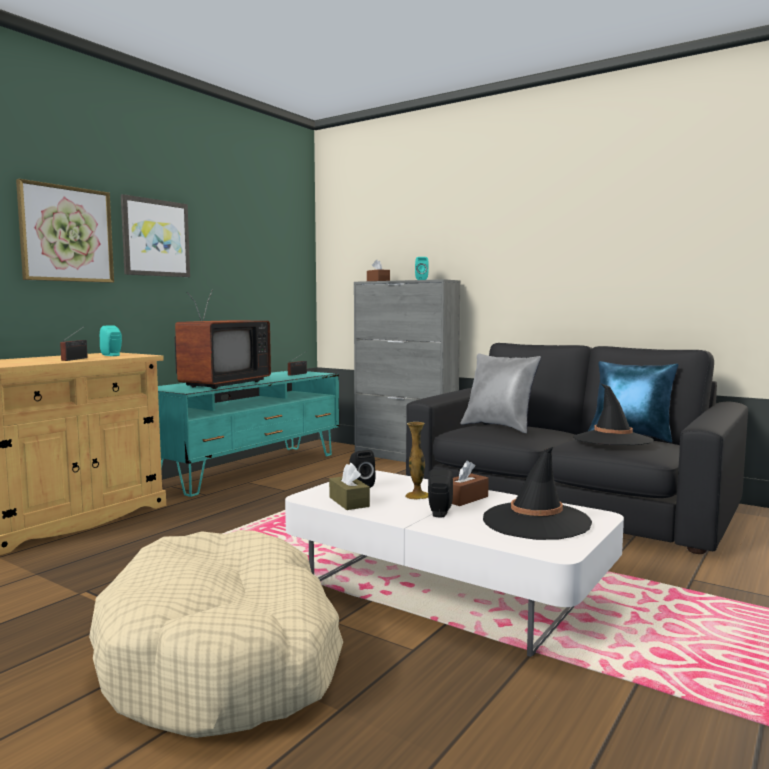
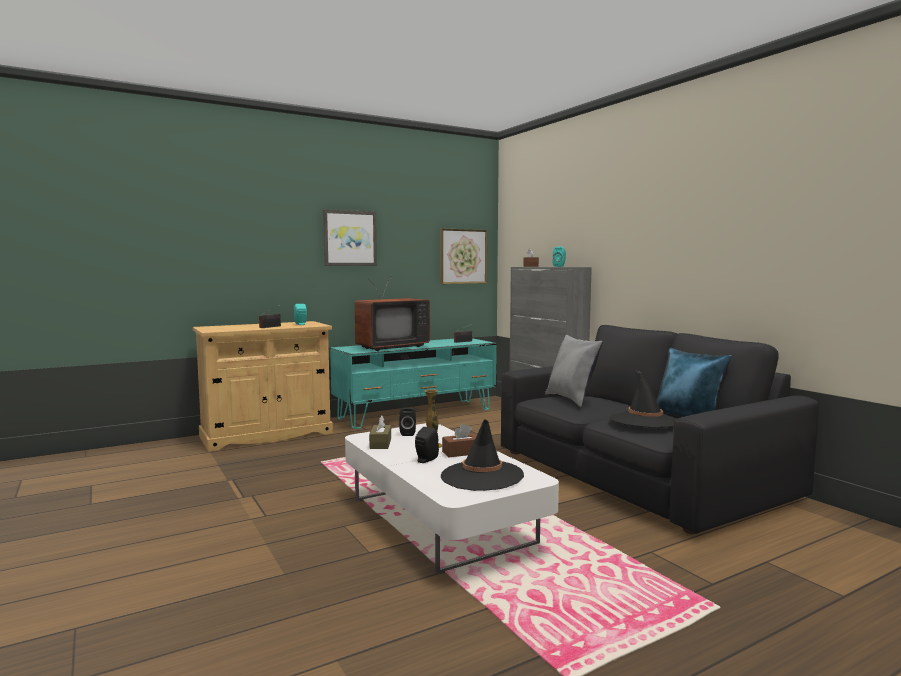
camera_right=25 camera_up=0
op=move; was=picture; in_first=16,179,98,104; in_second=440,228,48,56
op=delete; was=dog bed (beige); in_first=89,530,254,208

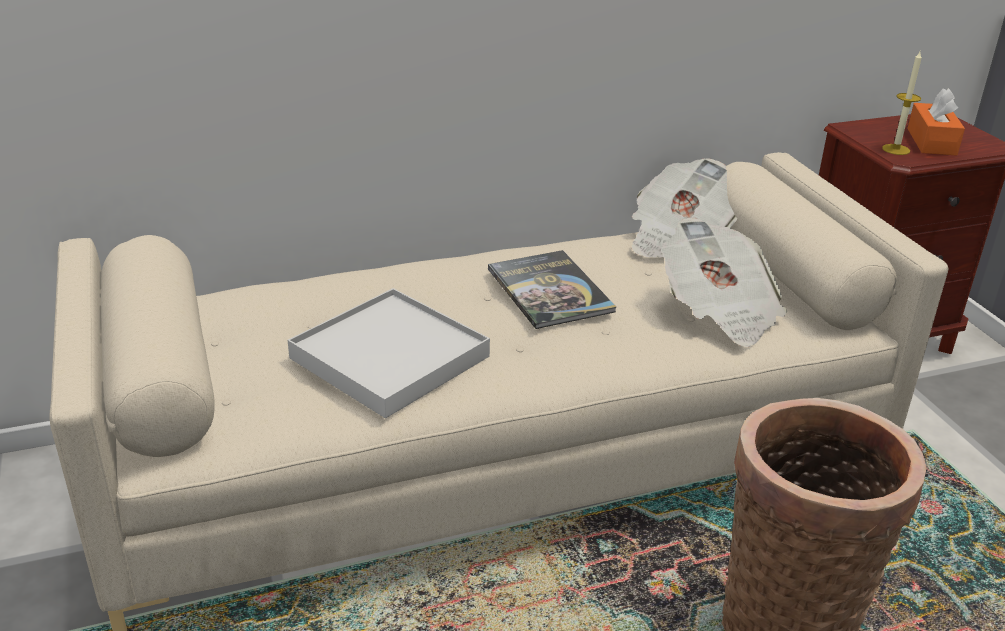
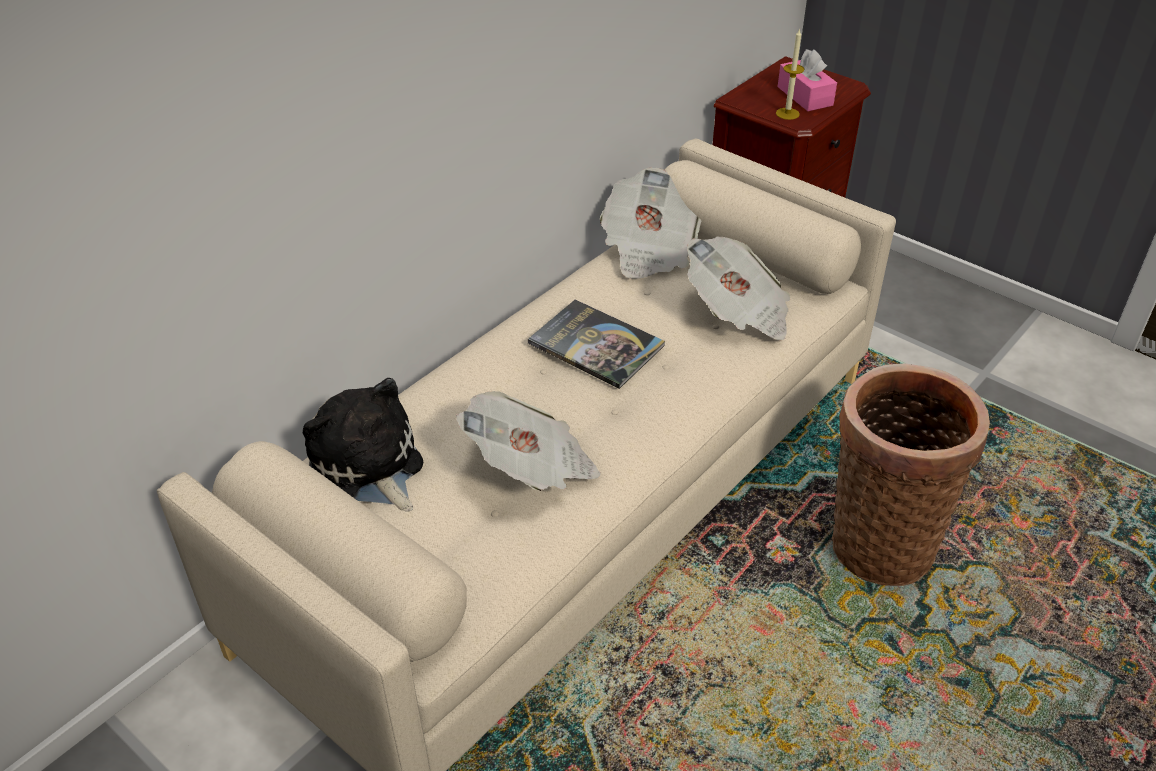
camera_right=-30 camera_up=10
op=recolor; was=tissue box (orange); now=tissue box (pink); in_first=907,88,58,67; in_second=778,49,59,62
op=replace; was=tray (white); now=newspaper; in_first=287,288,203,130; in_second=456,391,145,100
op=insert; now=plush toy; in_second=303,378,120,134

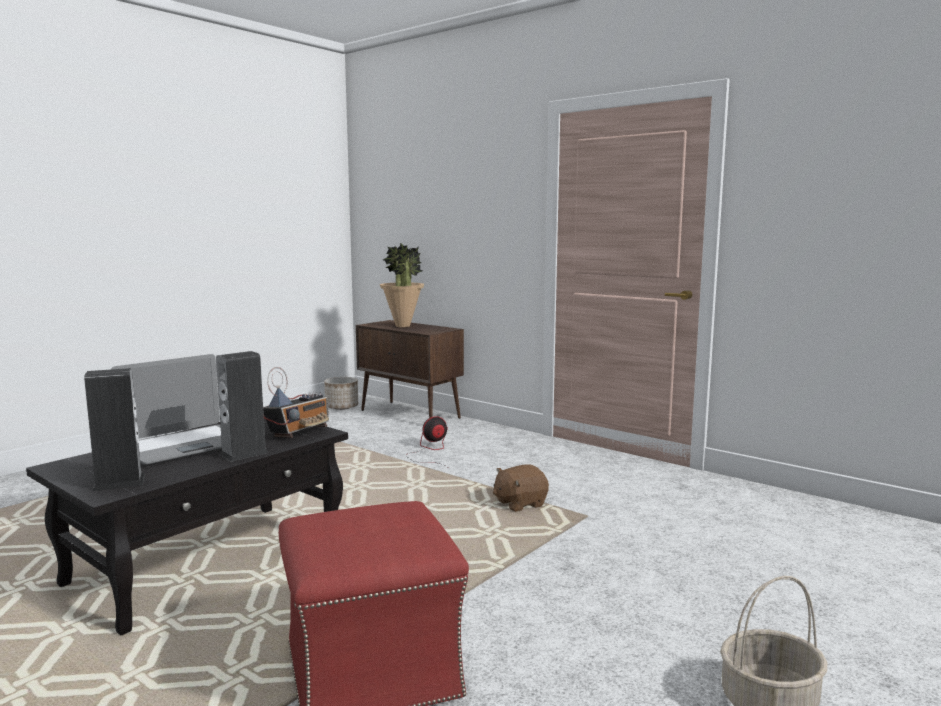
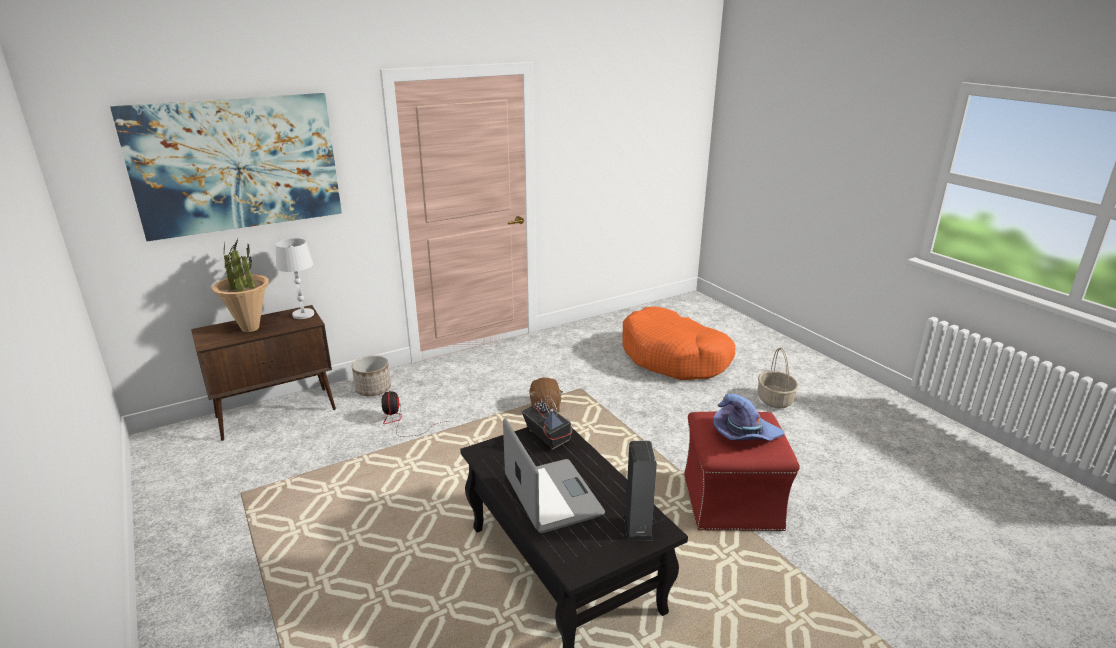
camera_right=-70 camera_up=15
op=delete; was=speaker; in_first=216,351,53,111
op=move; was=planter; in_first=324,377,34,33; in_second=352,355,39,41
op=insert; now=picture; in_second=110,93,232,148
op=insert; now=table lamp (white); in_second=276,238,38,81
op=insert; now=dog bed (orange); in_second=622,306,113,74
op=insert; now=hat (purple); in_second=713,394,71,47

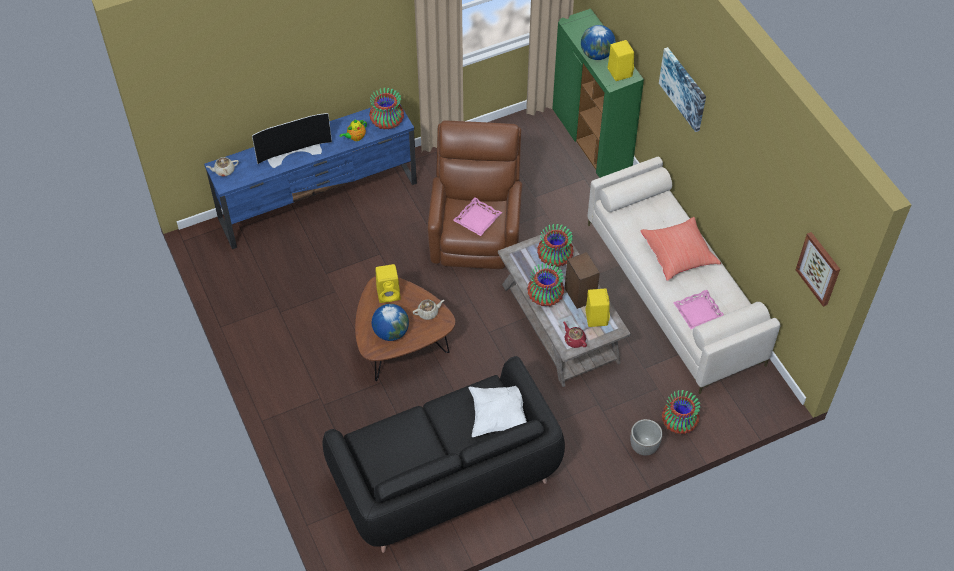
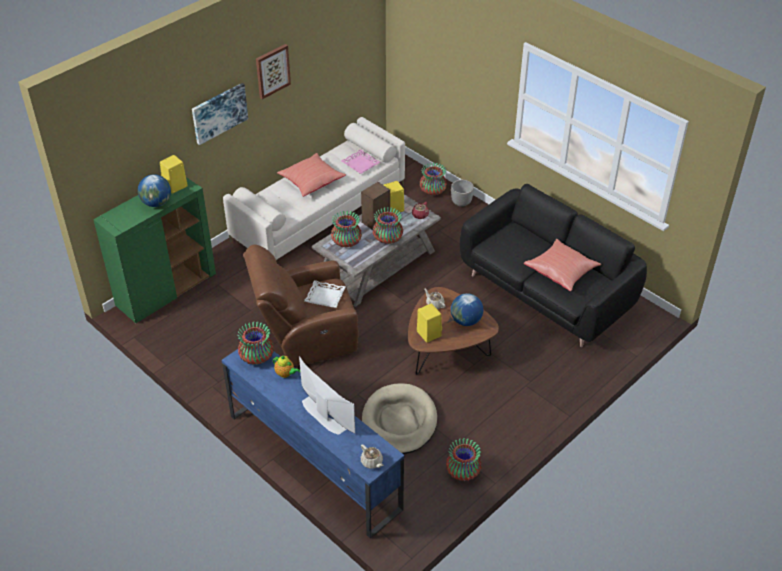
camera_right=-110 camera_up=-10
op=recolor; was=tray (pink); now=tray (white); in_first=453,197,49,39; in_second=304,280,42,28
op=move; was=picture; in_first=796,232,44,75; in_second=256,44,35,55
op=delete; was=pillow (white); in_first=469,386,58,51
op=insert; now=pillow (red); in_second=524,239,77,52
op=insert; now=dog bed (beige); in_second=362,383,75,71
op=insert; now=vase; in_second=446,438,36,43

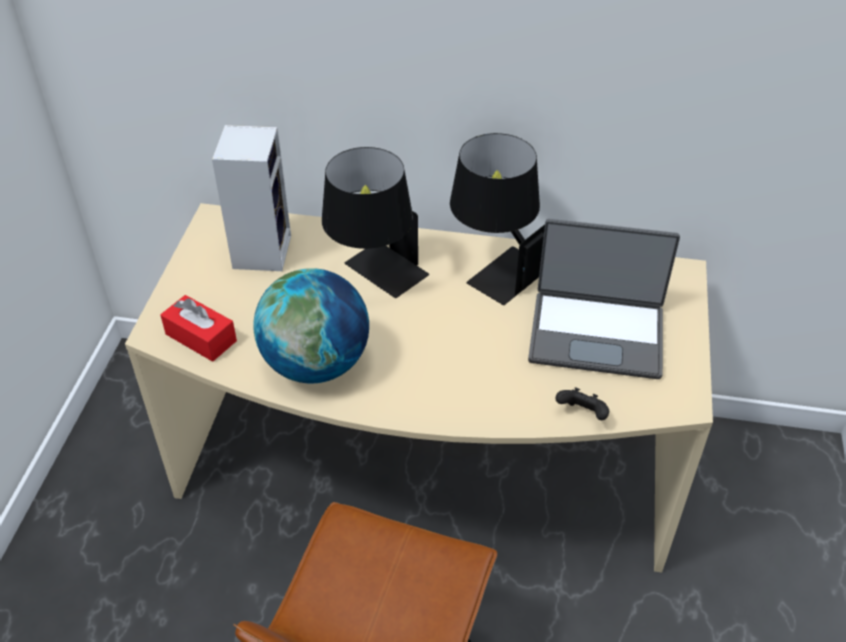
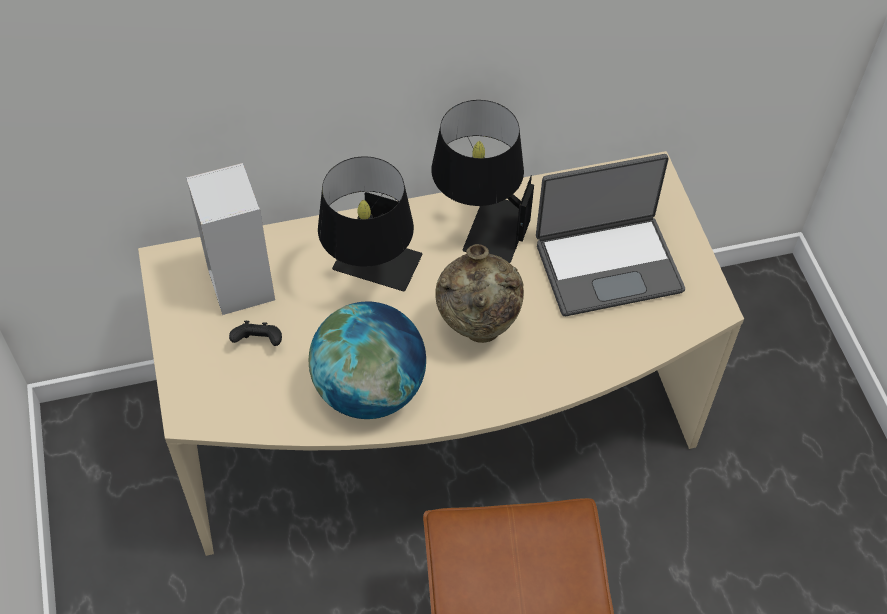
camera_right=-25 camera_up=10
op=delete; was=tissue box (red); in_first=160,295,77,67
op=move; was=game controller (black); in_first=556,387,53,33; in_second=229,321,53,25
op=insert; now=vase (beige); in_second=435,244,89,99

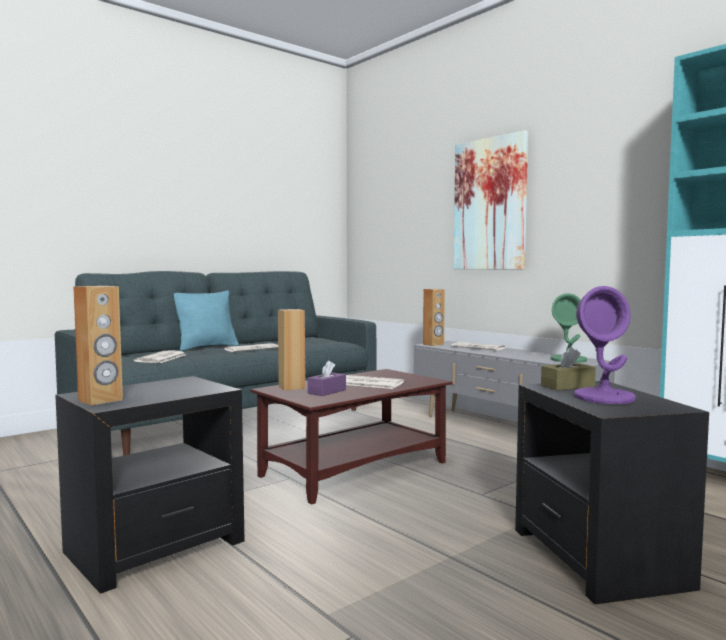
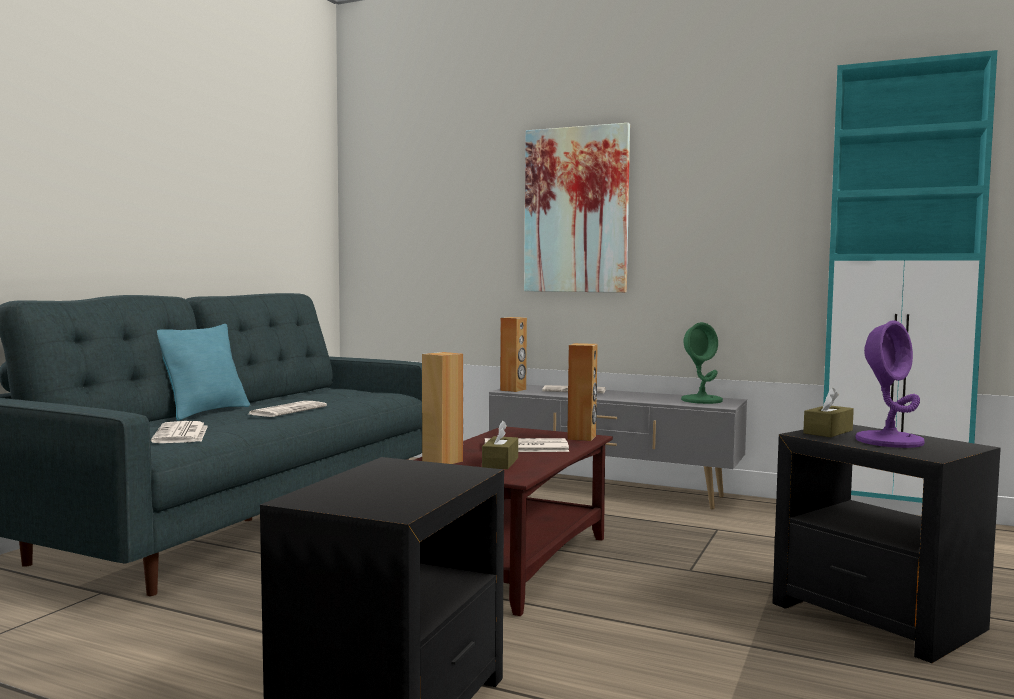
camera_right=-25 camera_up=0
op=move; was=speaker (brown); in_first=73,286,50,119; in_second=567,343,31,98
op=recolor; was=tissue box (purple); now=tissue box (brown); in_first=308,361,38,35; in_second=482,421,36,48

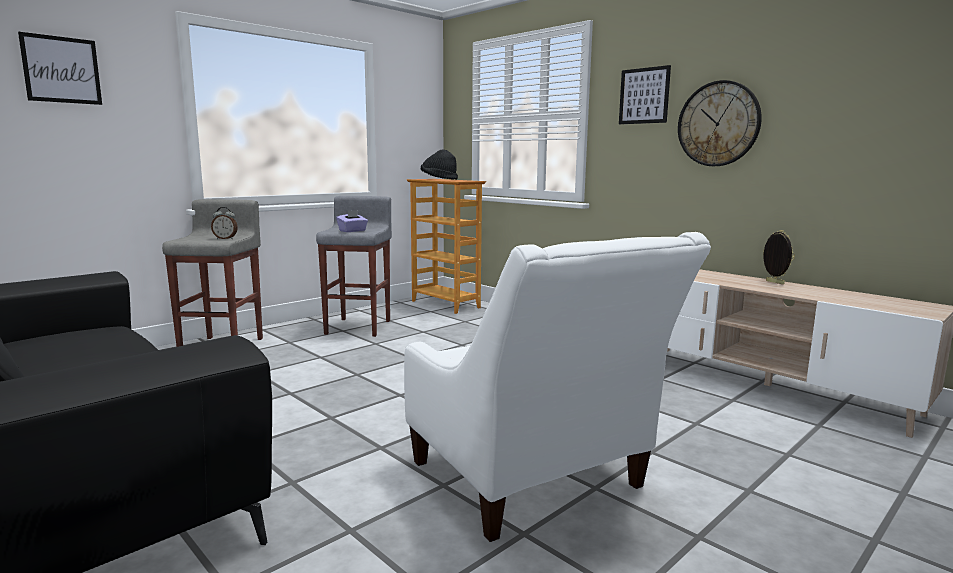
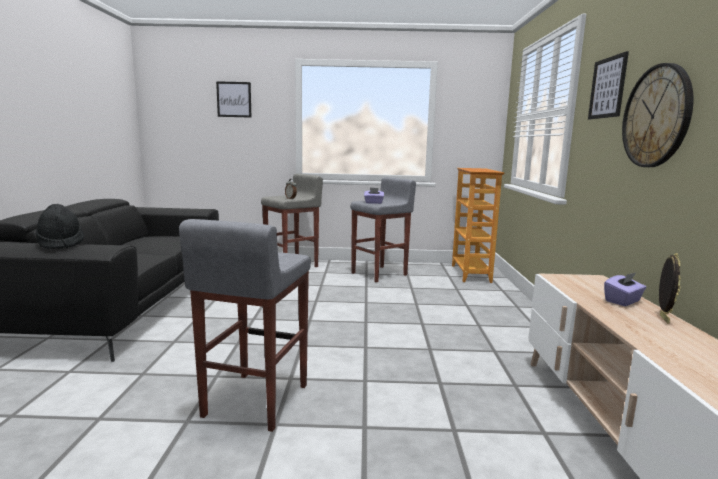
camera_right=45 camera_up=0
op=move; was=hat (black); in_first=421,149,37,31; in_second=36,204,48,45
op=replace; was=armchair (white); now=stool (grey); in_first=404,232,307,310; in_second=179,219,132,213
op=insert; now=tissue box (purple); in_second=604,272,42,34

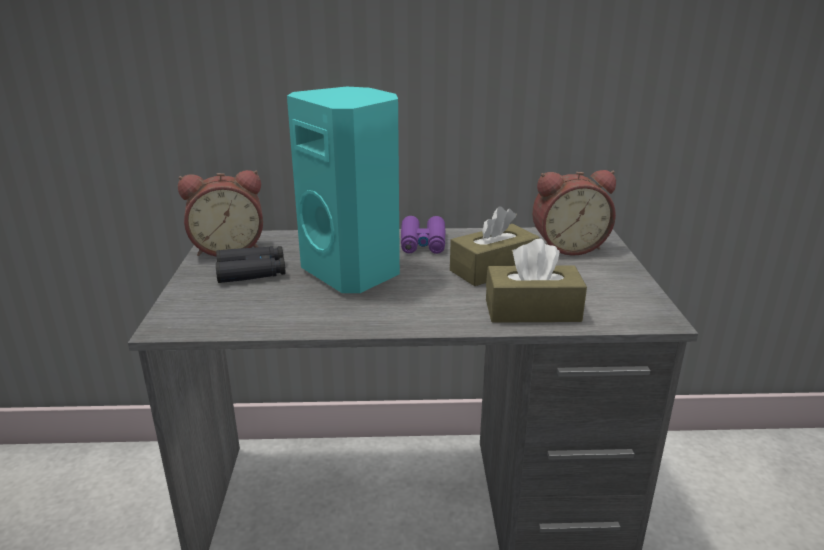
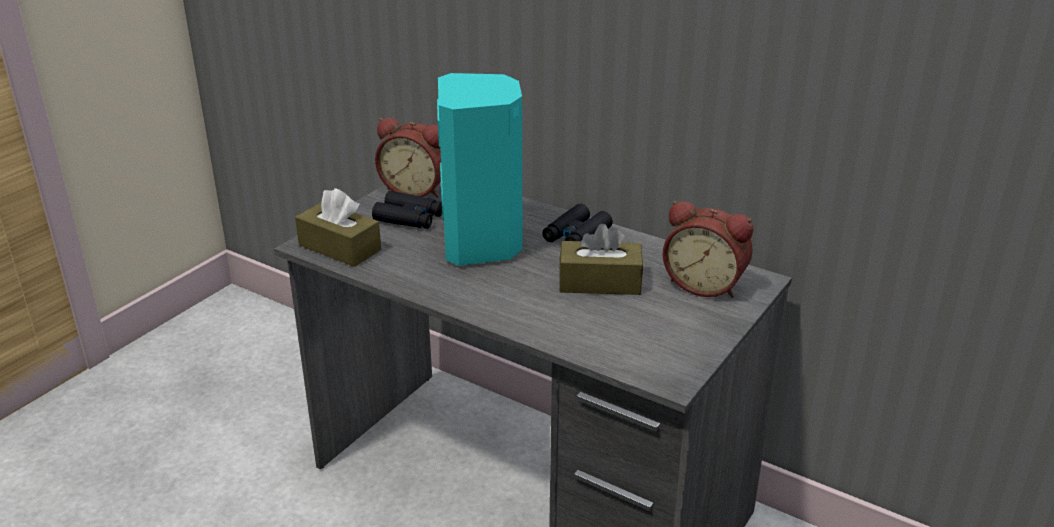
camera_right=35 camera_up=5
op=recolor; was=binoculars (purple); now=binoculars (black); in_first=401,216,45,38; in_second=543,204,70,38
op=move; was=tissue box (brown); in_first=486,239,101,84; in_second=295,188,86,79

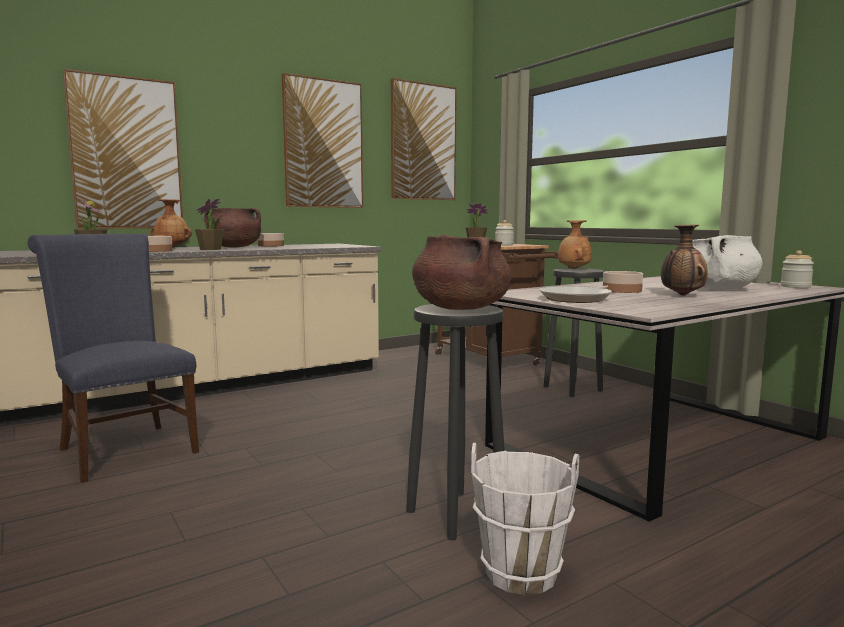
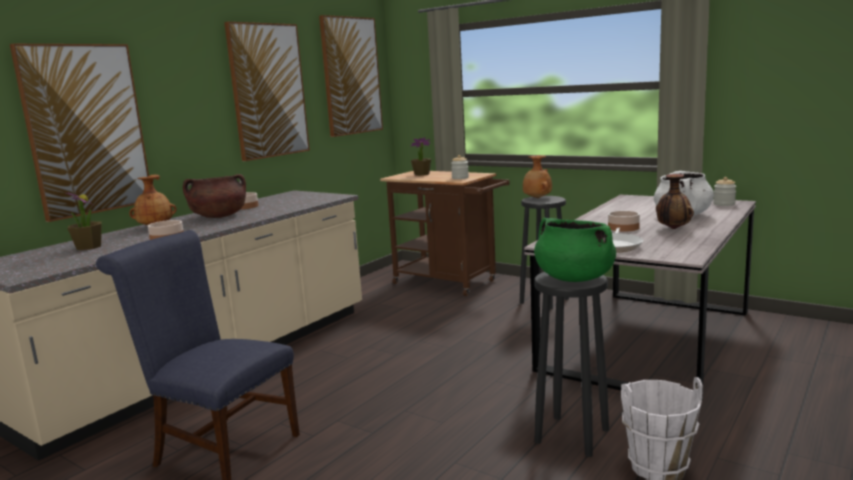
camera_right=-20 camera_up=5
op=delete; was=potted plant; in_first=195,198,29,52
op=recolor; was=cooking pot (brown); now=cooking pot (green); in_first=412,234,100,76; in_second=534,218,82,64

